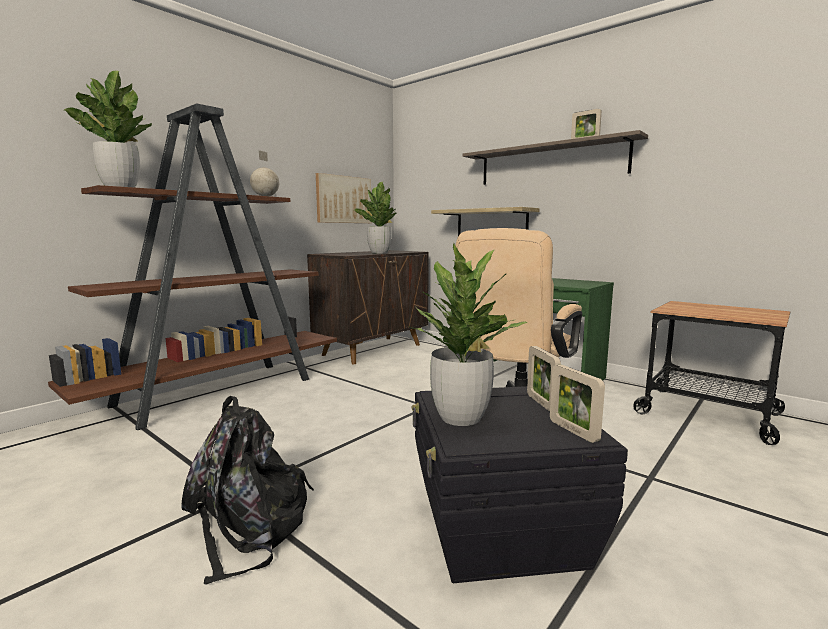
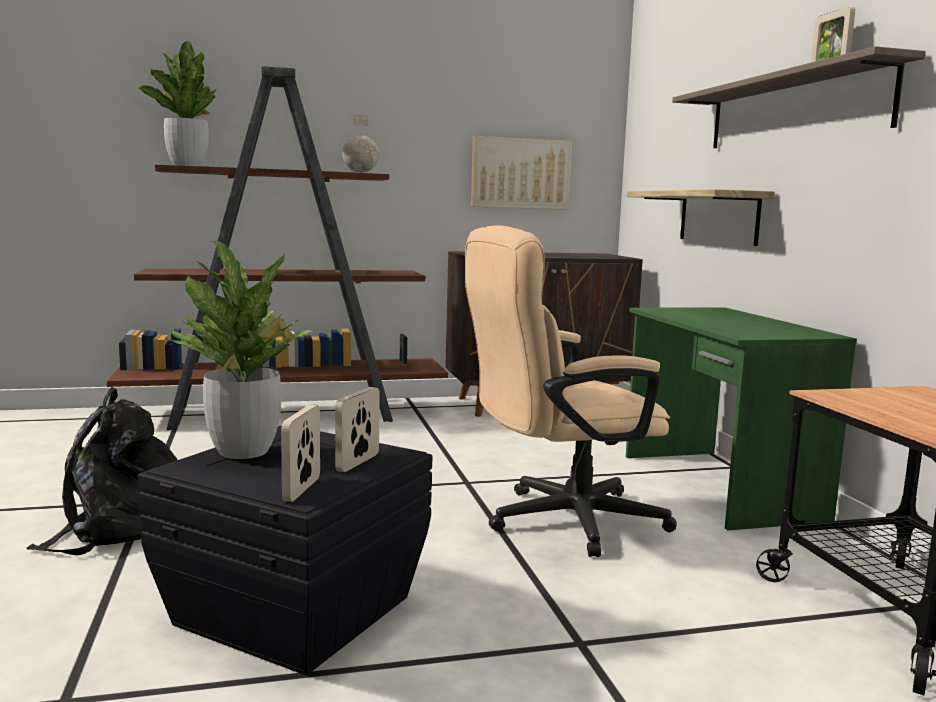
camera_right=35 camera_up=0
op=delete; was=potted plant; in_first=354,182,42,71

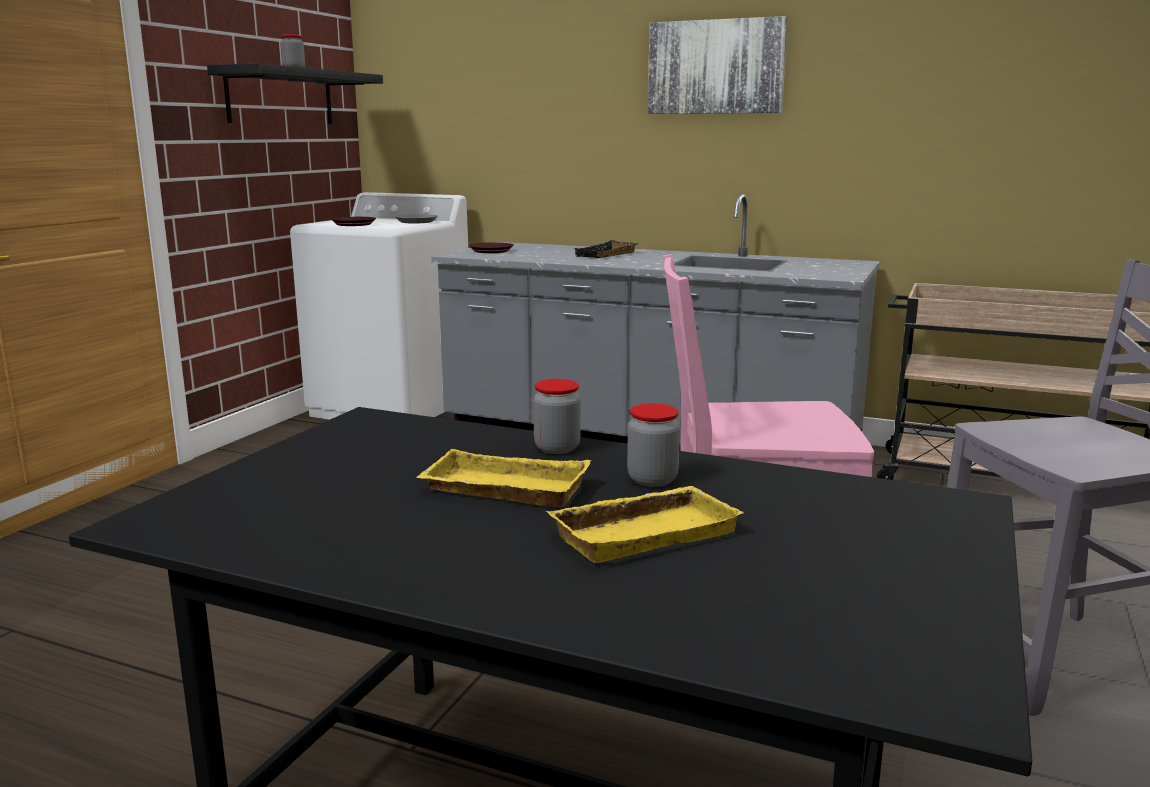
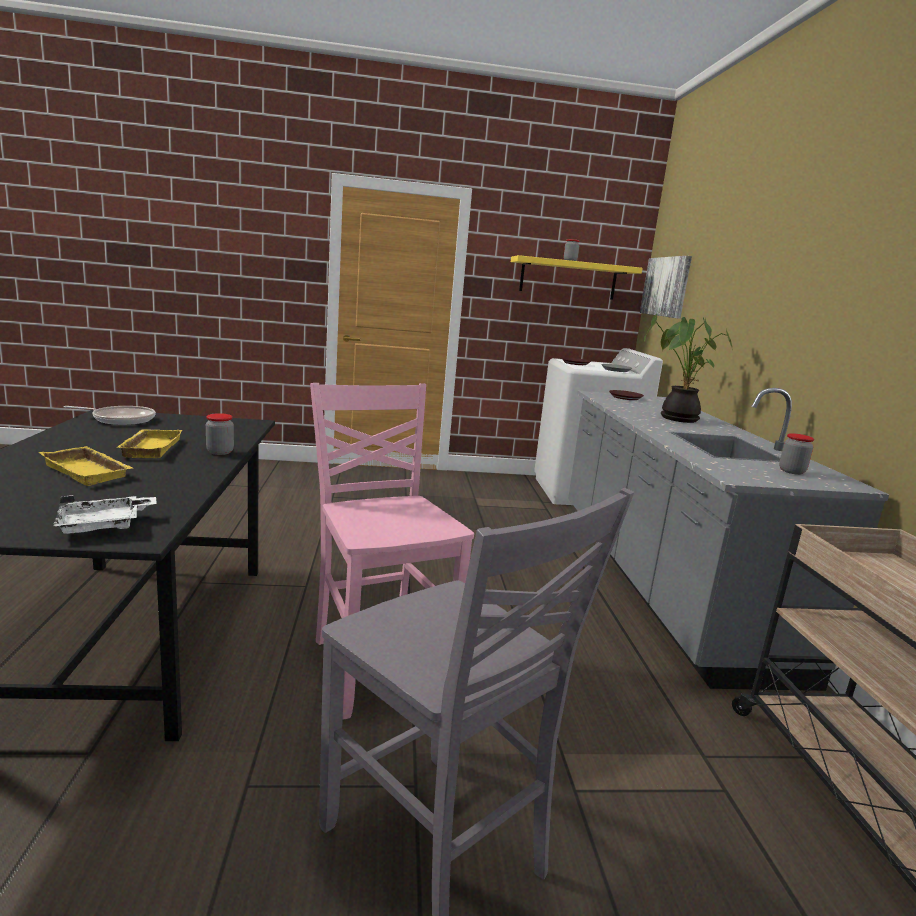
camera_right=60 camera_up=0
op=move; was=picture; in_first=648,16,140,98; in_second=640,256,52,63
op=recolor; was=shelf (black); now=shelf (yellow); in_first=207,63,176,61; in_second=511,255,131,45
op=replace; was=tray (black); now=potted plant; in_first=575,240,63,18; in_second=644,314,89,109
op=move; was=jar; in_first=627,403,53,84; in_second=779,433,35,42
op=insert; now=frying pan; in_second=63,406,93,19
op=insert; now=tray (white); in_second=53,495,104,39

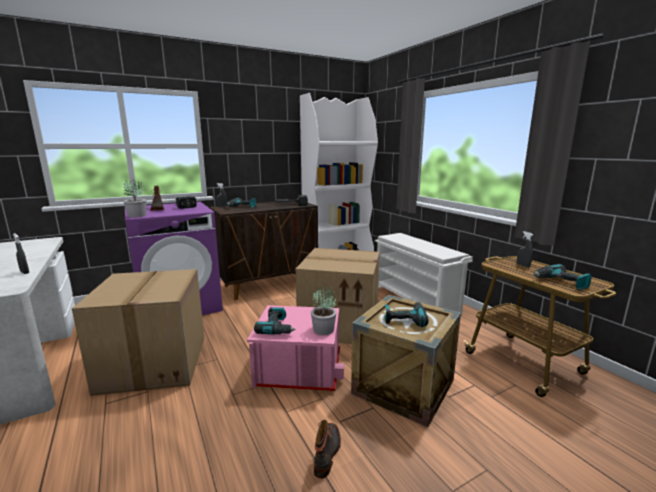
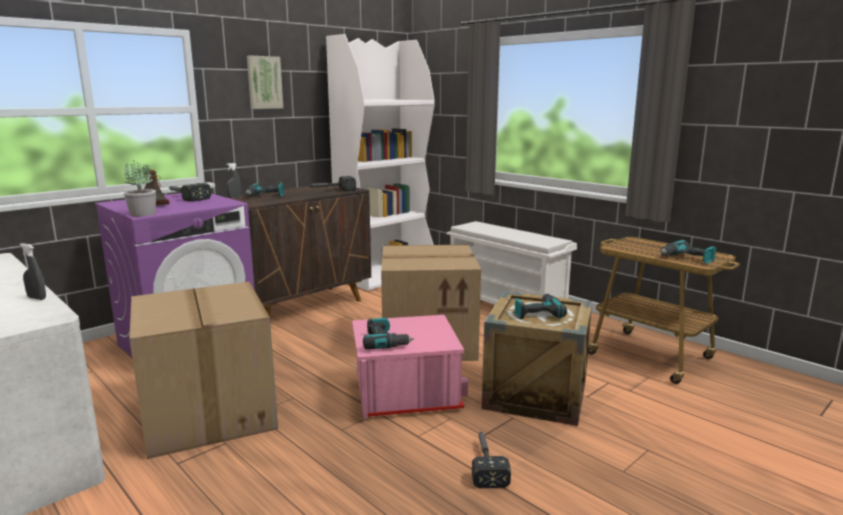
camera_right=-15 camera_up=0
op=delete; was=spray bottle (grey); in_first=517,231,16,37
op=delete; was=potted plant; in_first=311,285,26,50
op=replace; was=boot; now=hammer; in_first=314,420,27,58; in_second=472,432,39,56
op=insert; now=picture; in_second=247,55,36,54

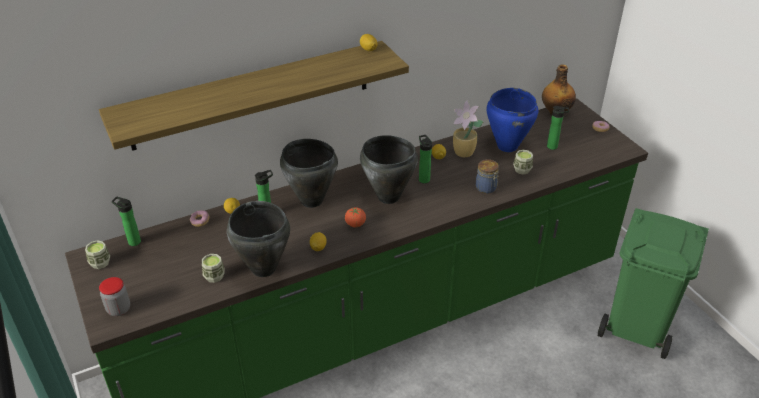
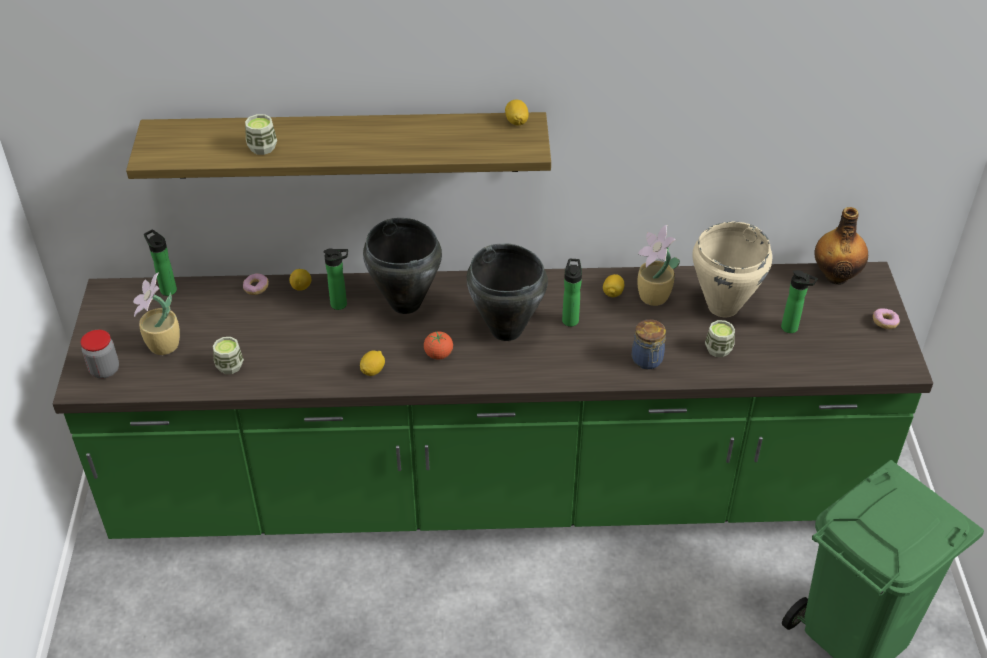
camera_right=25 camera_up=5
op=recolor; was=cooking pot (blue); now=cooking pot (beige); in_first=487,88,51,64; in_second=692,222,80,95
op=delete; was=cooking pot (black); in_first=227,201,63,76
op=move; was=cup; in_first=85,240,25,29; in_second=245,114,32,41
op=insert; now=potted plant; in_second=133,273,47,82

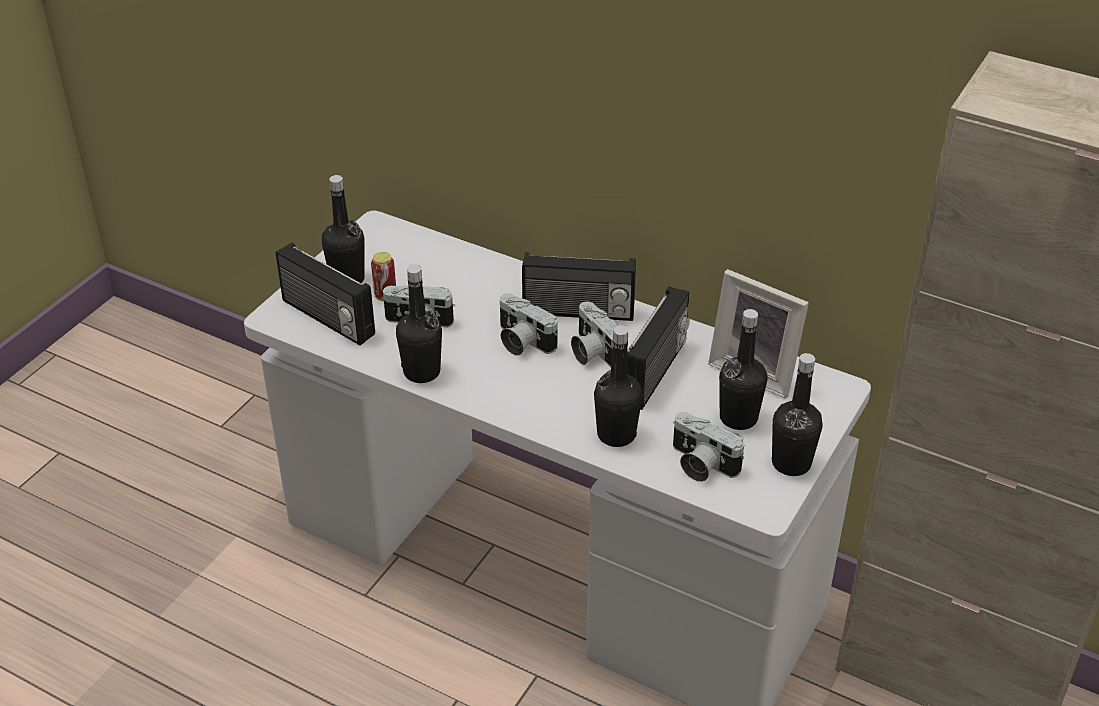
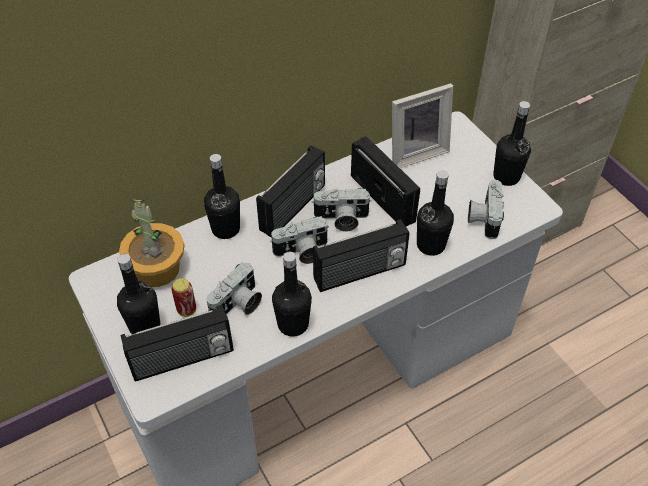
camera_right=-60 camera_up=10
op=move; was=bottle (black); in_first=719,309,49,121; in_second=204,154,36,85
op=rotate; was=photo camera; in_first=673,412,71,70; in_second=468,180,36,59; clockwise=120
op=insert; now=potted plant; in_second=119,199,65,88
op=insert; now=radio; in_second=313,219,97,73

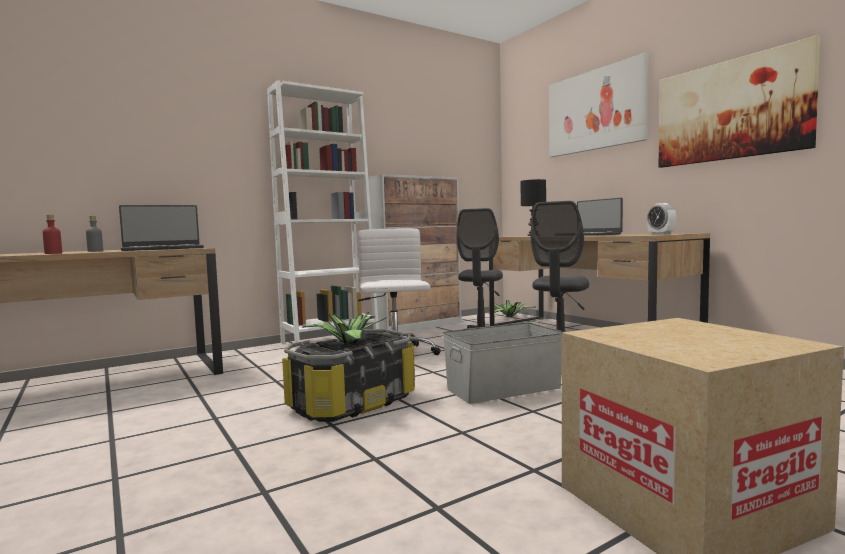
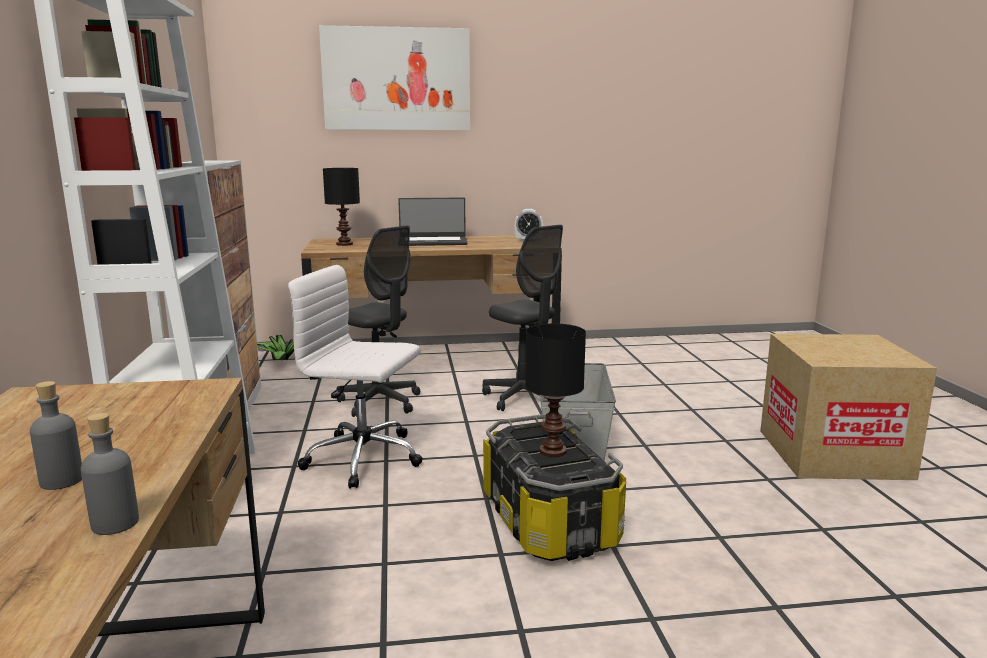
camera_right=-65 camera_up=10
op=delete; was=picture; in_first=659,35,161,133
op=delete; was=laptop; in_first=119,205,85,46
op=recolor; was=bottle (red); now=bottle (grey); in_first=43,215,19,39; in_second=81,413,58,122
op=replace; was=potted plant; now=table lamp (black); in_first=302,312,85,33; in_second=525,323,61,134

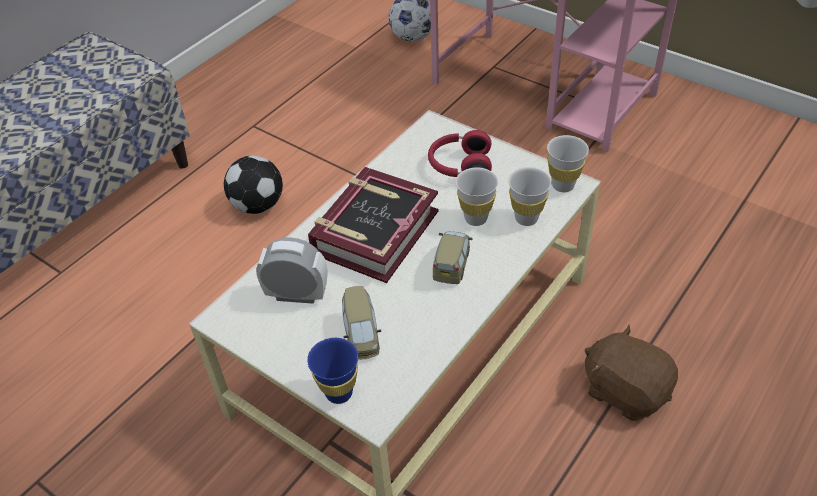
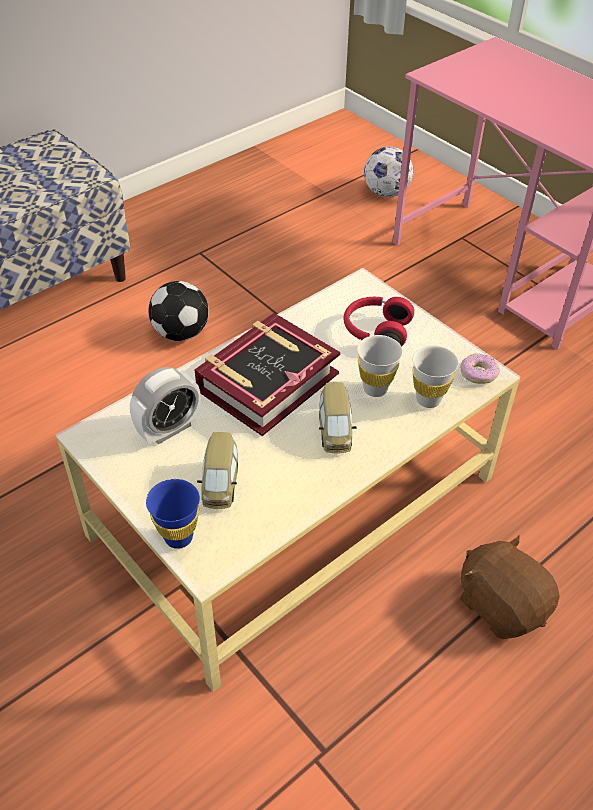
camera_right=10 camera_up=0
op=replace; was=cup (white); now=donut; in_first=547,135,42,57; in_second=460,354,40,30
op=rotate; was=toy car; in_first=433,232,40,52; in_second=319,382,38,72; clockwise=150
op=rotate; was=alarm clock; in_first=256,237,71,67; in_second=130,367,71,77; clockwise=120

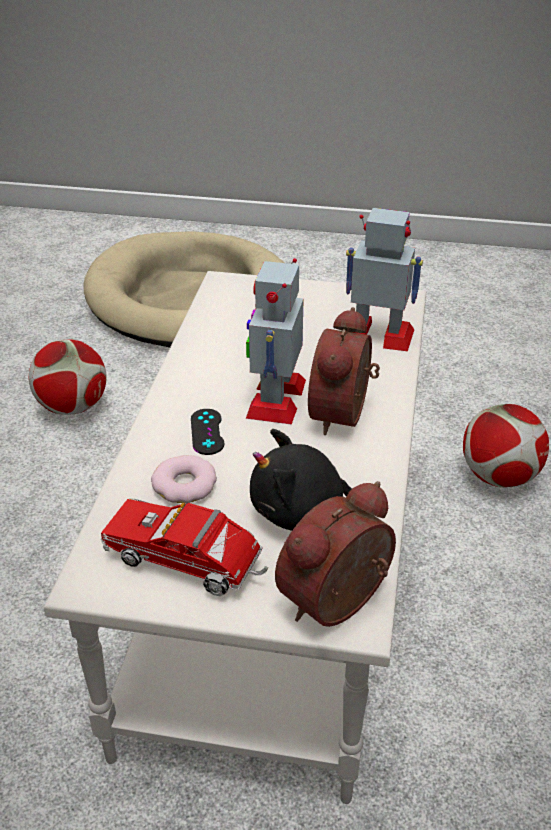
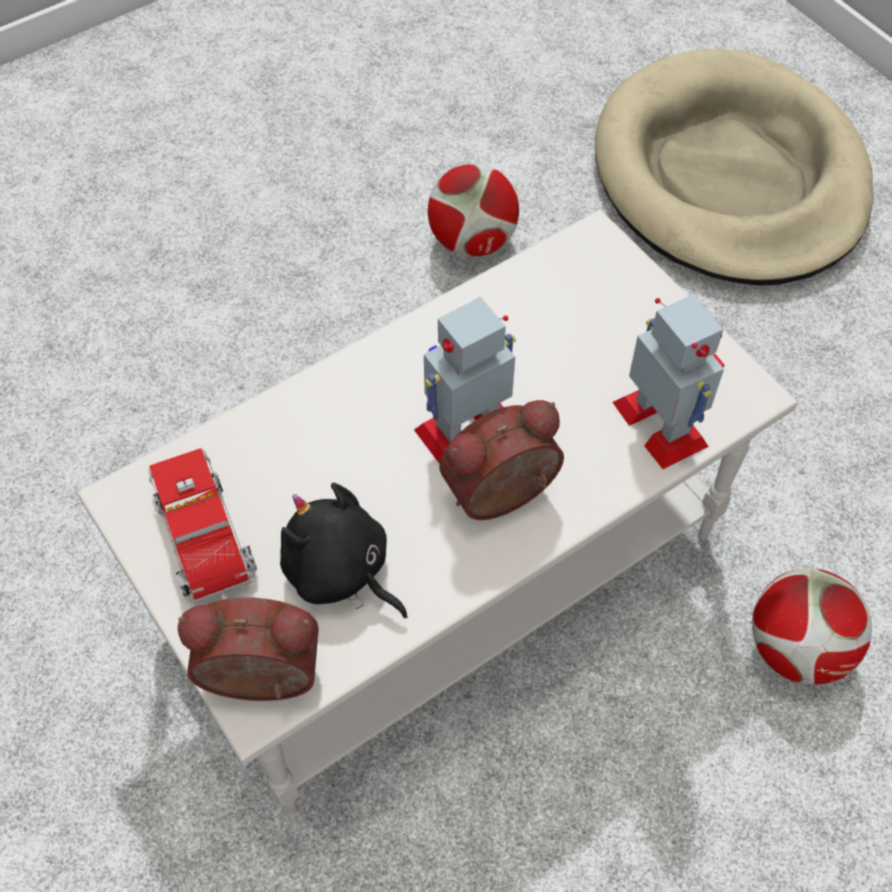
camera_right=45 camera_up=20
op=delete; was=game controller (black); in_first=191,409,33,46
op=delete; was=donut; in_first=151,455,66,48

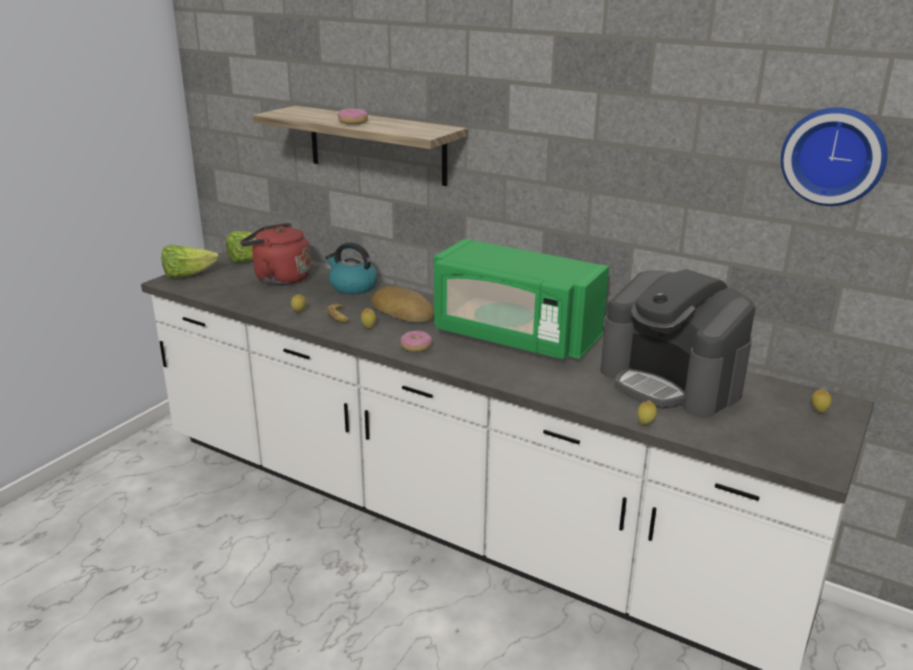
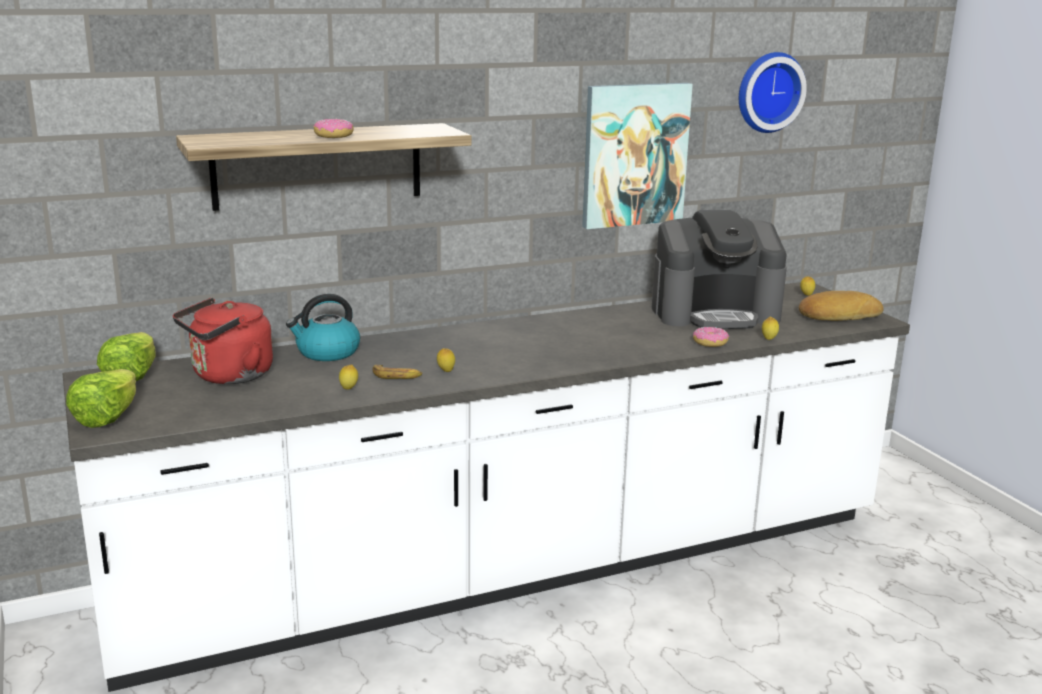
camera_right=-55 camera_up=-5
op=delete; was=microwave (green); in_first=434,239,175,120
op=move; was=bread; in_first=371,286,63,37; in_second=799,291,85,30
op=move; was=donut; in_first=400,331,32,21; in_second=693,327,36,20
op=insert; now=picture; in_second=582,83,111,146

